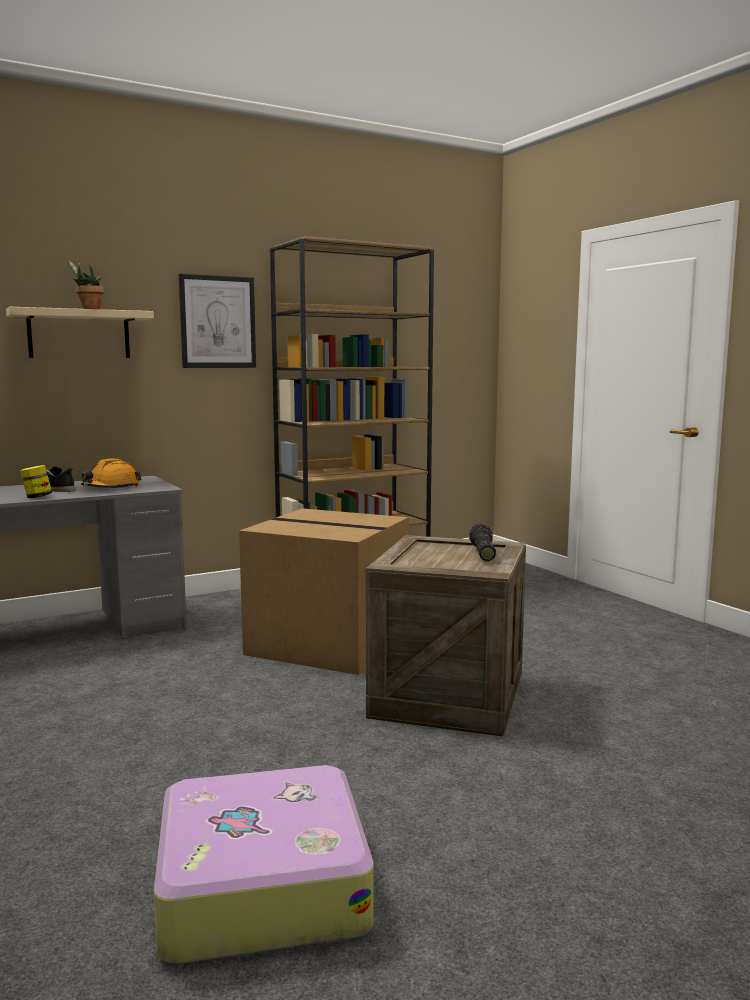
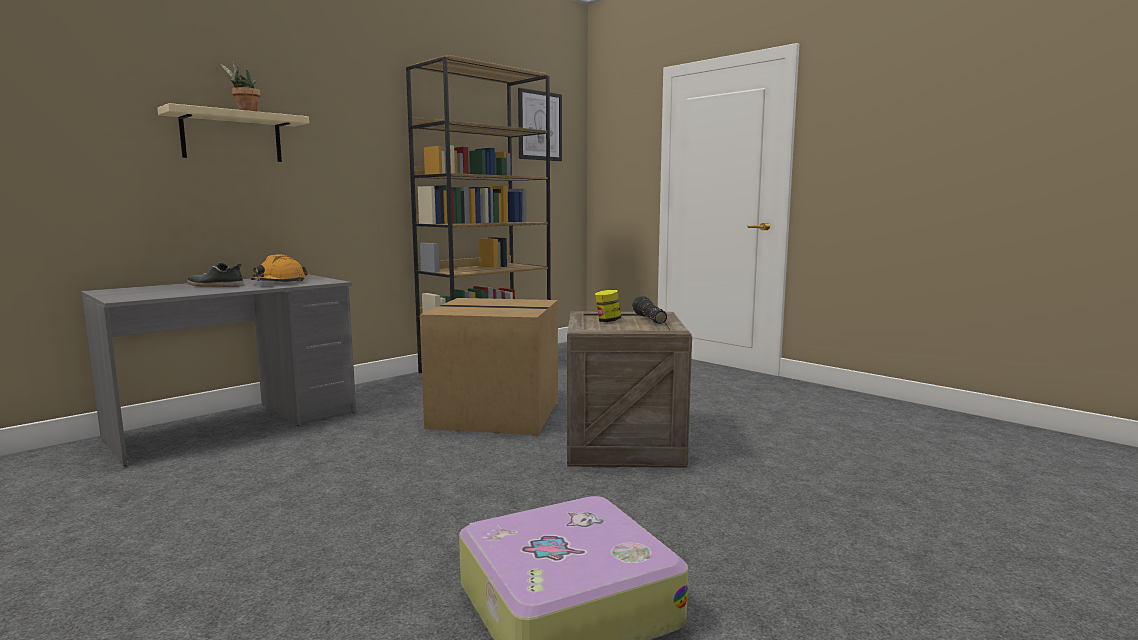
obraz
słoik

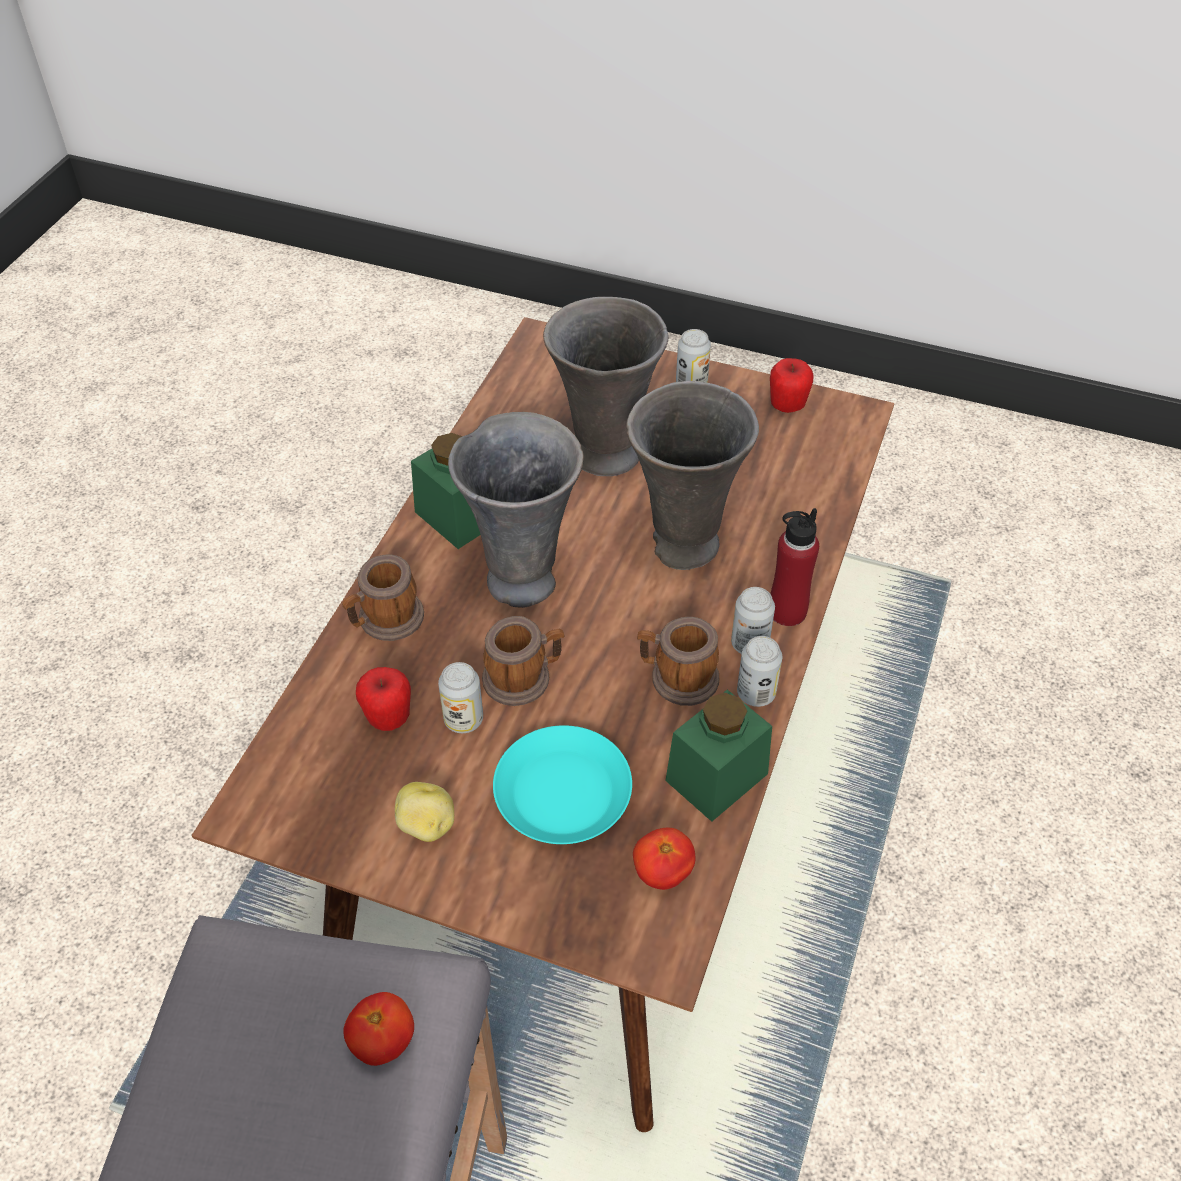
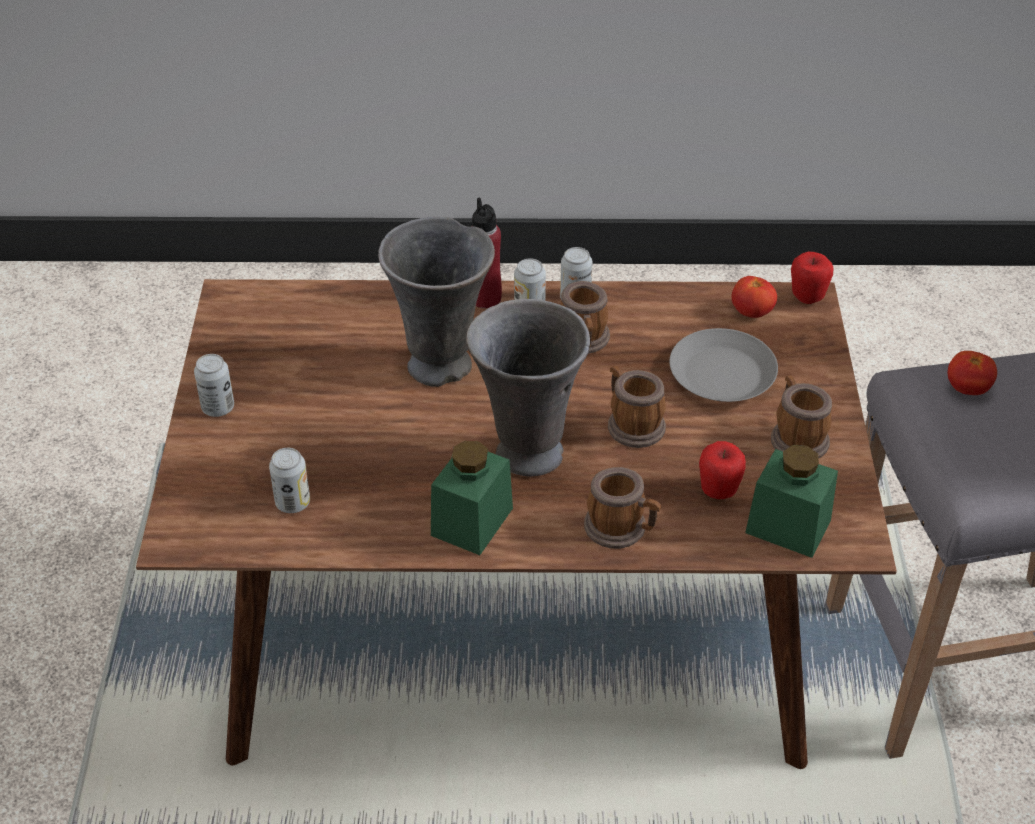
puszka (2nd from left)
talerz/szary
słoik/zielony (2nd from left)
kubek (4th from left)
jabłko (2nd from left)
wazon/szary (2nd from left in the first image)

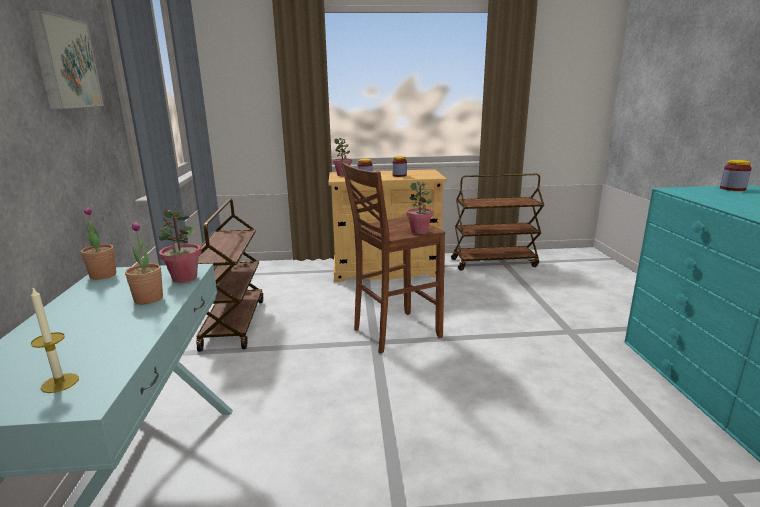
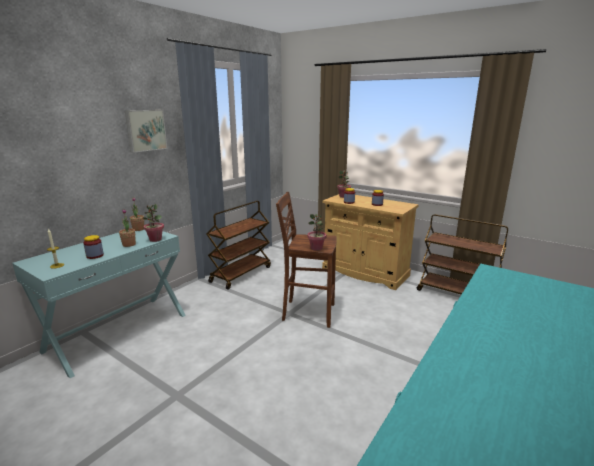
słoik (1st from left)

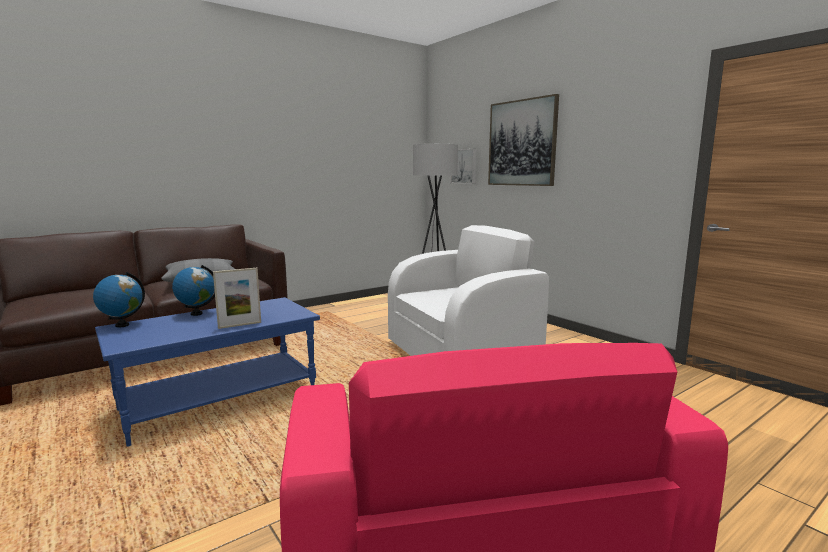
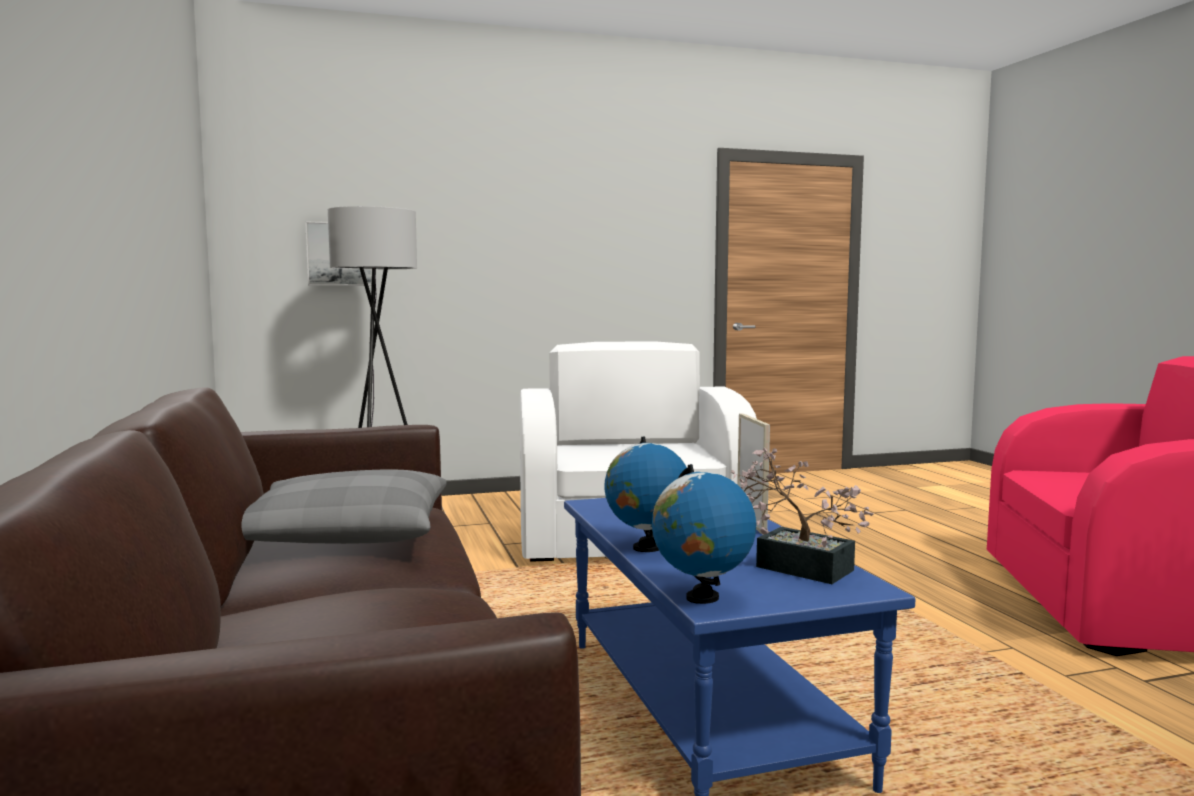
roślina doniczkowa
obraz (2nd from left in the first image)

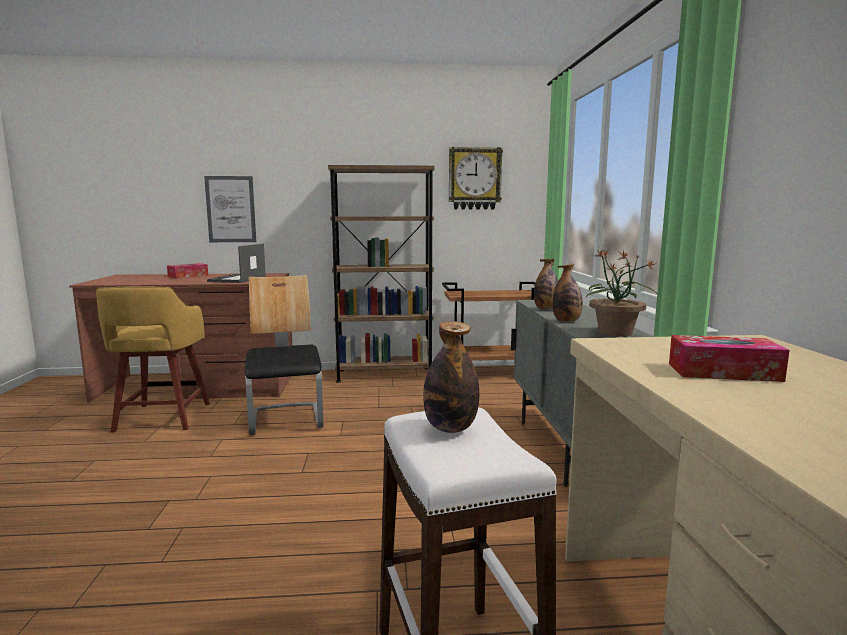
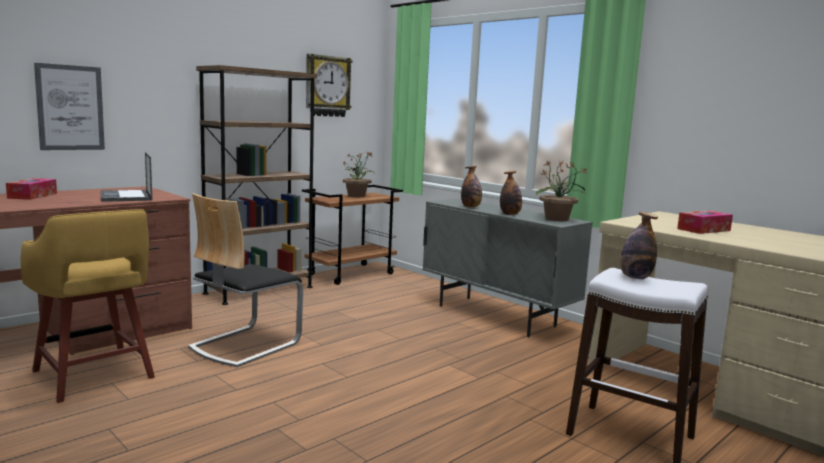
krzesło
roślina doniczkowa (1st from left)

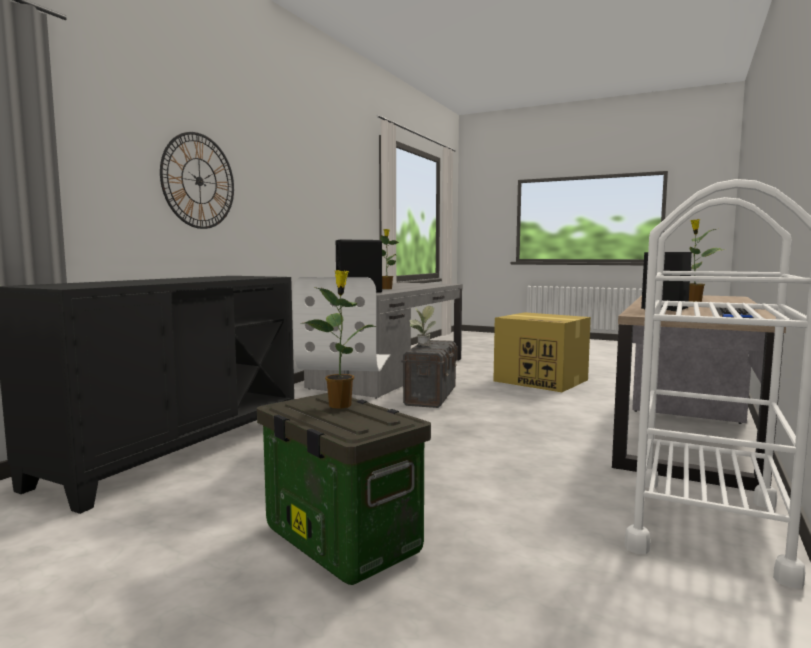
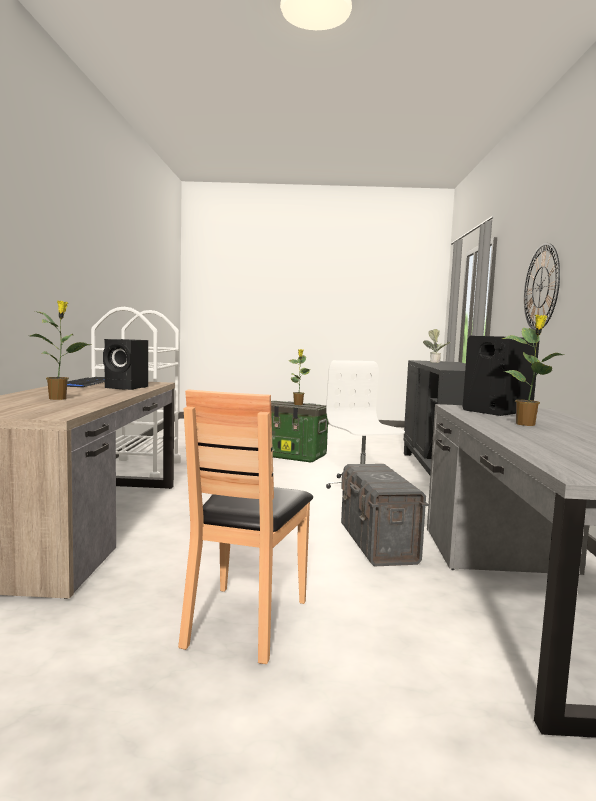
krzesło/brązowy
roślina doniczkowa (3rd from left)

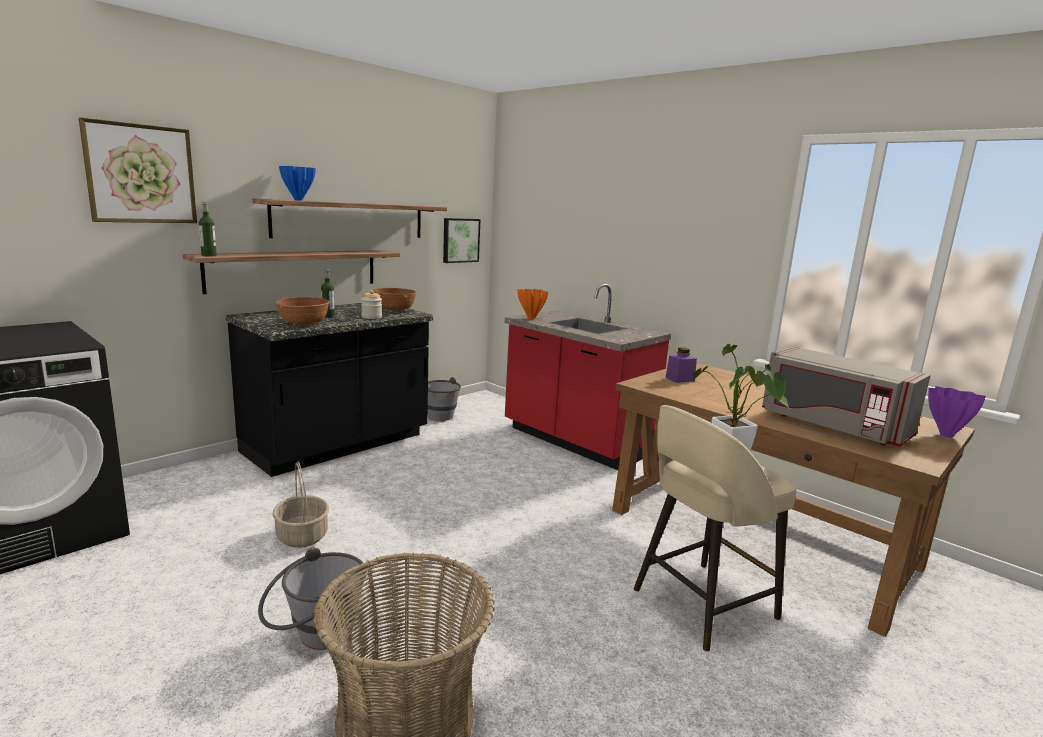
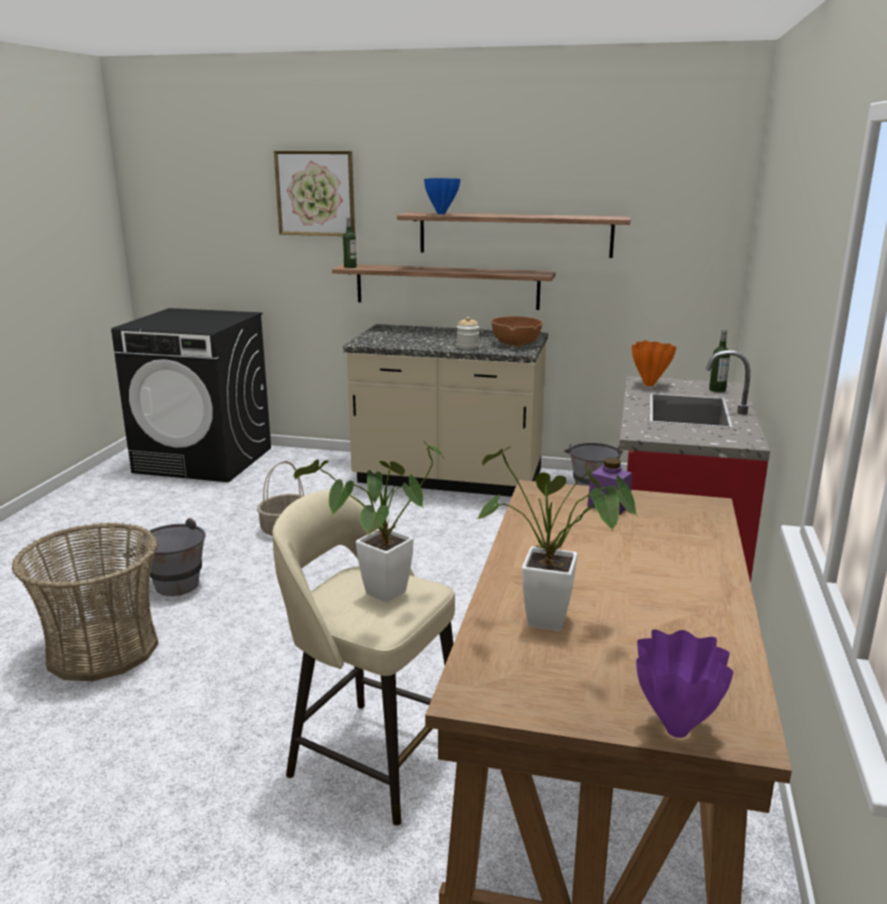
zabudowa kuchenna/beżowy
roślina doniczkowa (2nd from left)
butelka (2nd from left)
miska/brązowy (1st from left in the first image)
obraz (2nd from left in the first image)

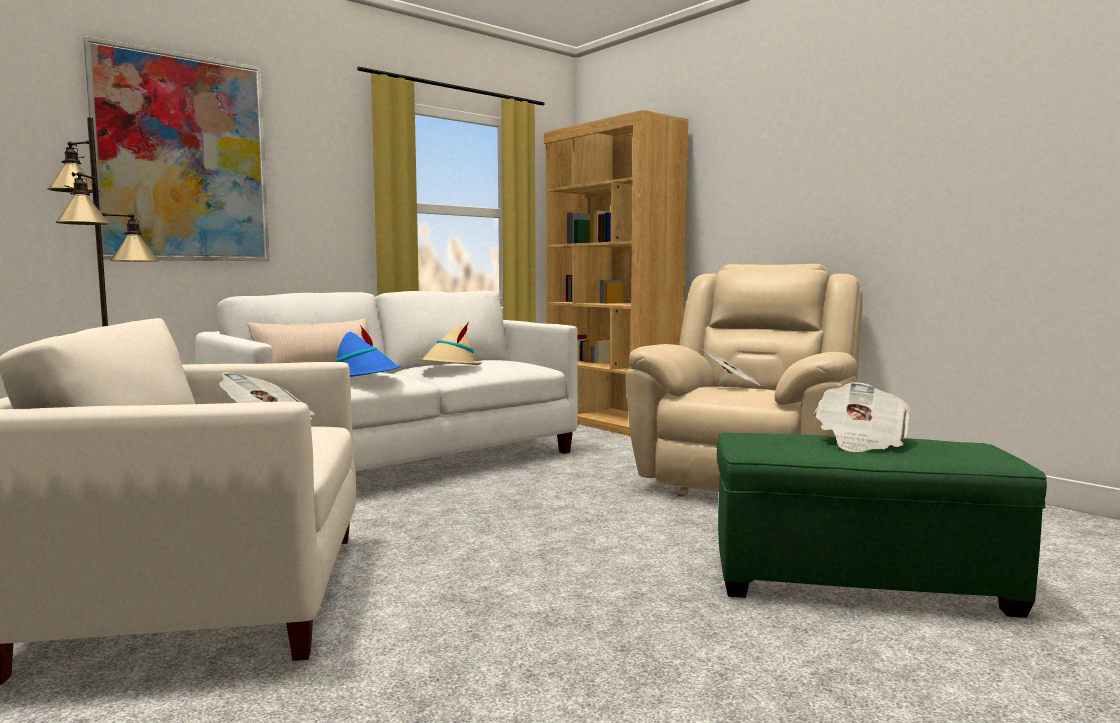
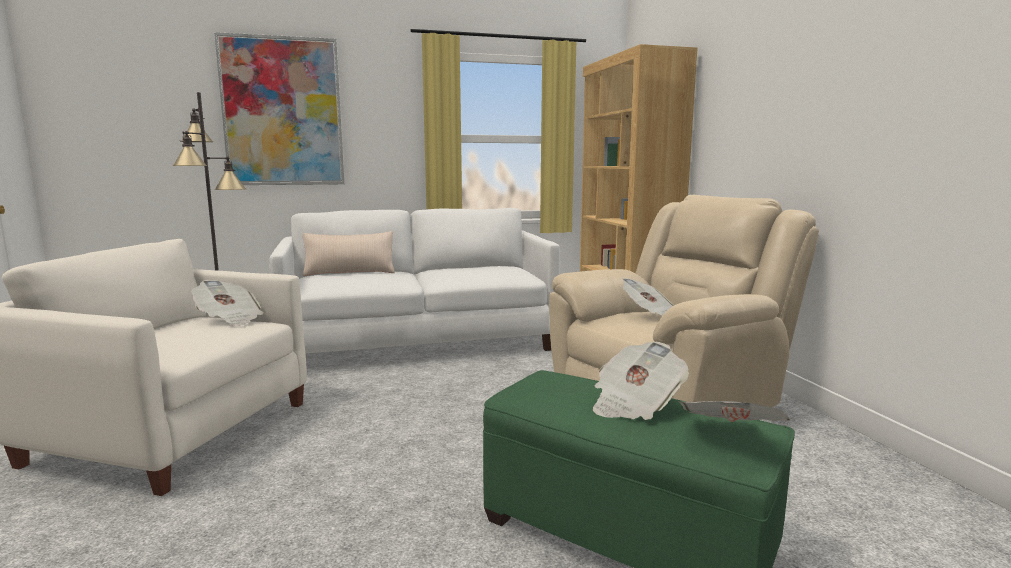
gazeta (4th from left)
kapelusz/niebieski
kapelusz/beżowy

